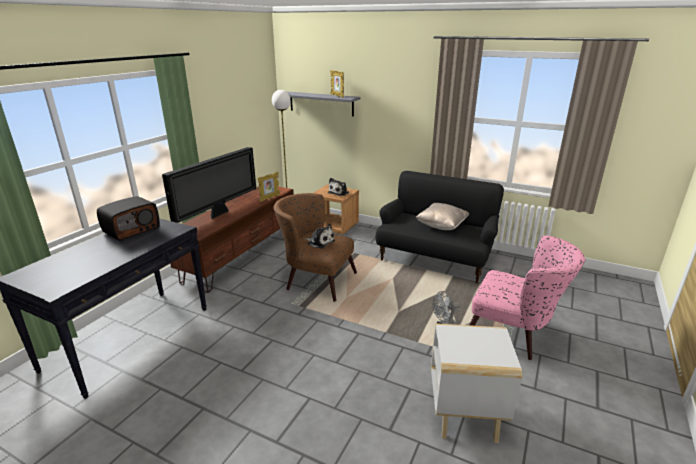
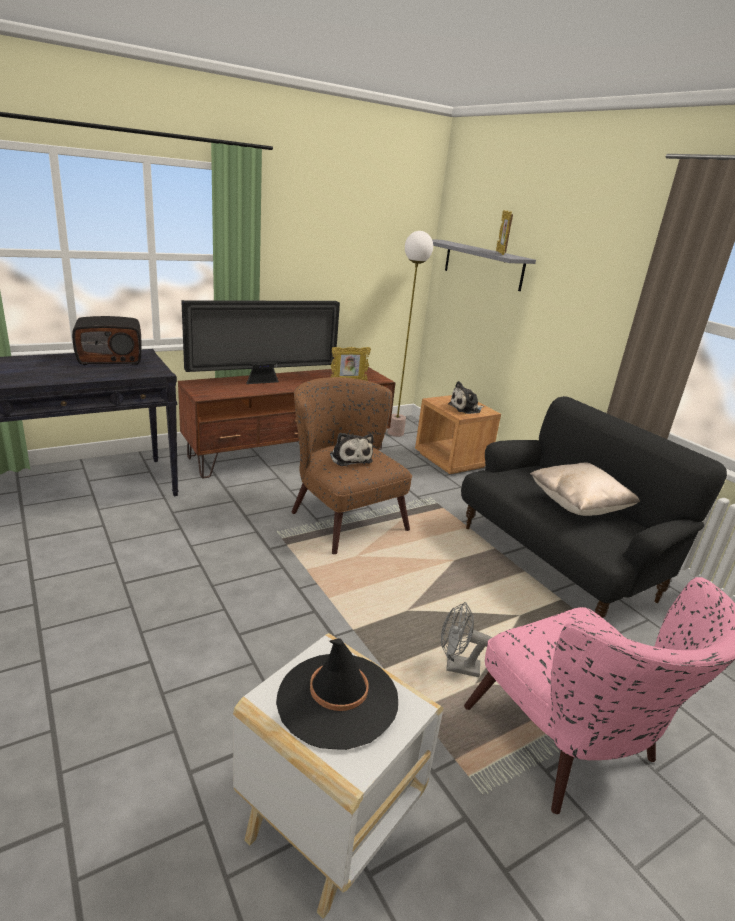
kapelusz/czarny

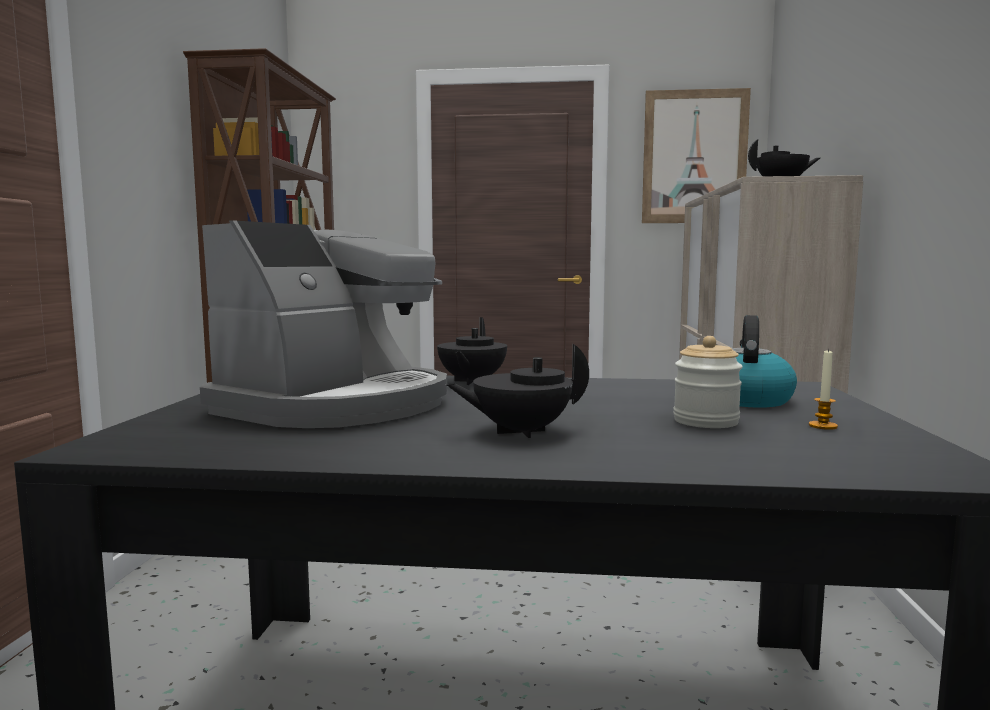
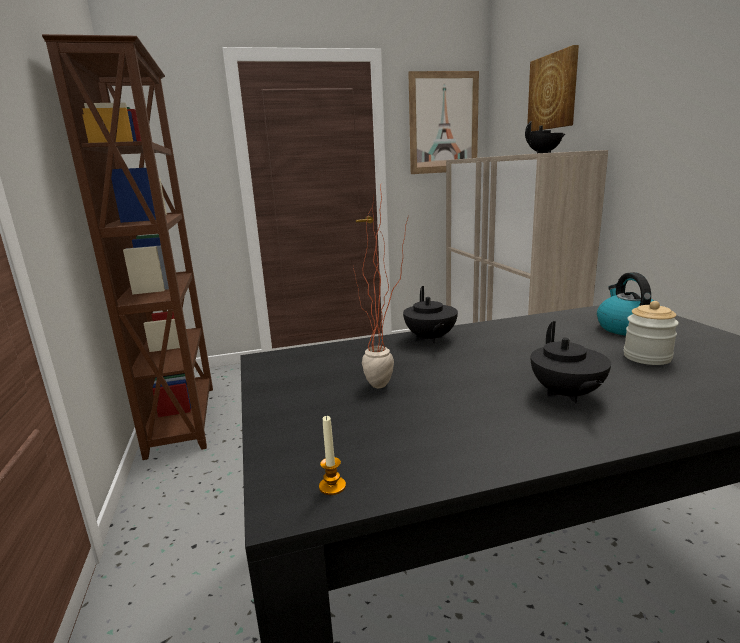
świeca
roślina doniczkowa
obraz (2nd from left)
imbryk/czarny (3rd from left)

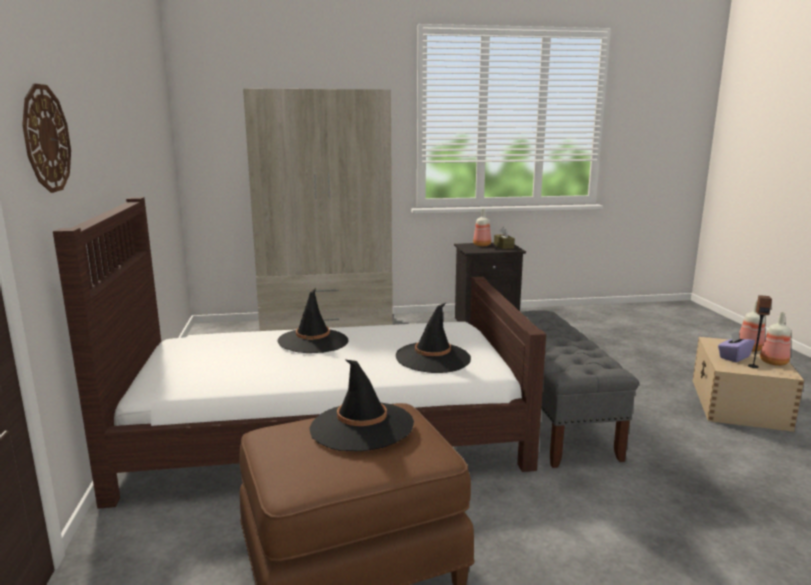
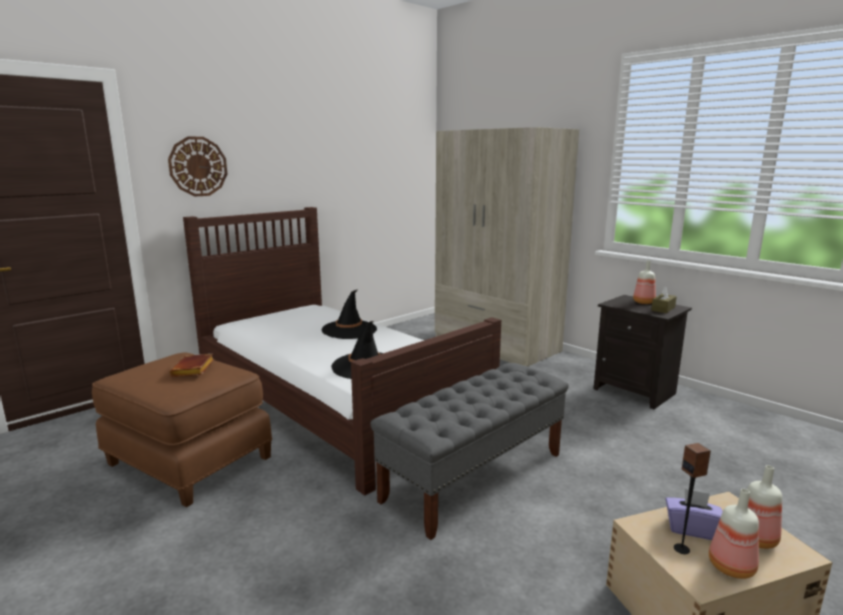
książka/brązowy

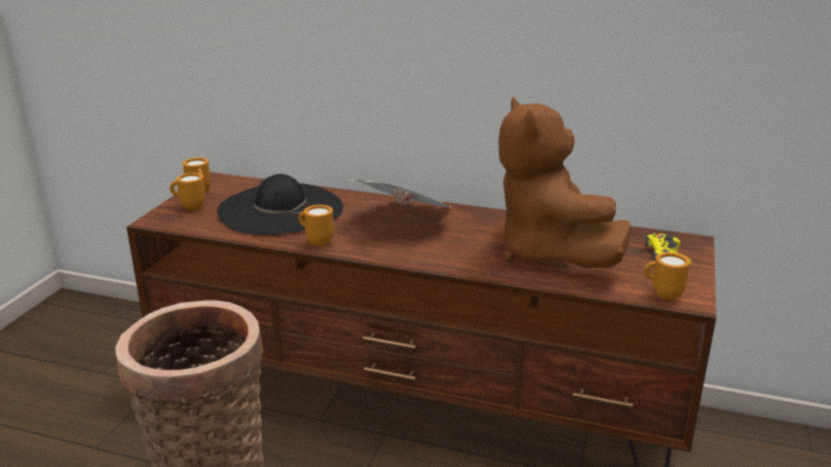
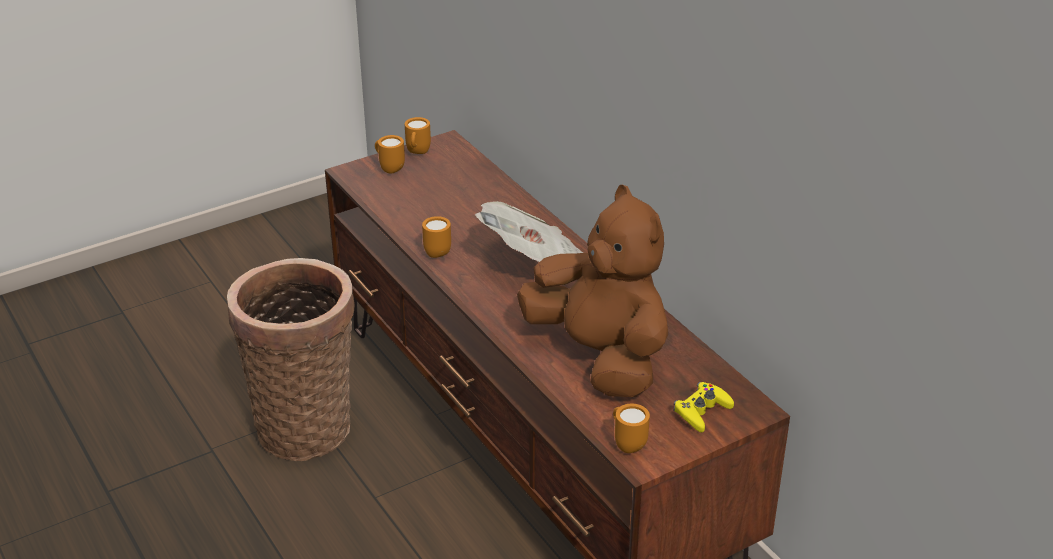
pluszak/brązowy
kapelusz/czarny

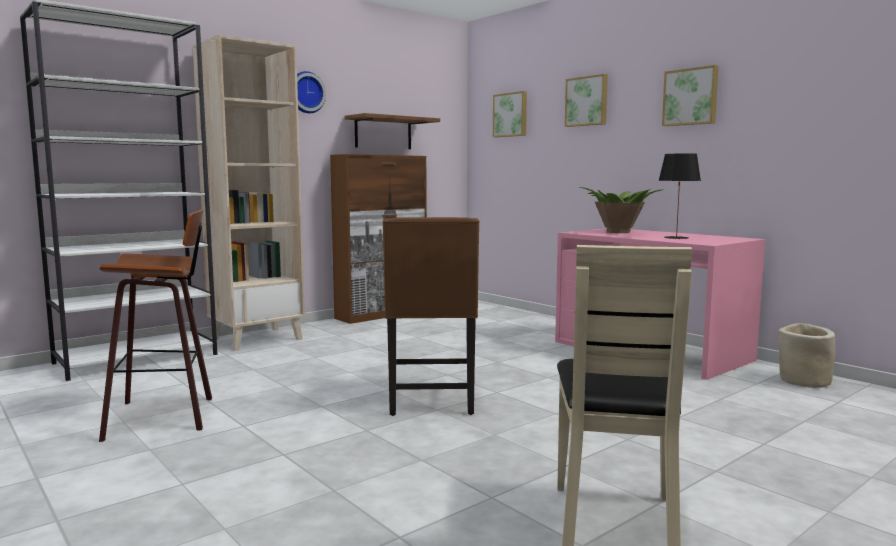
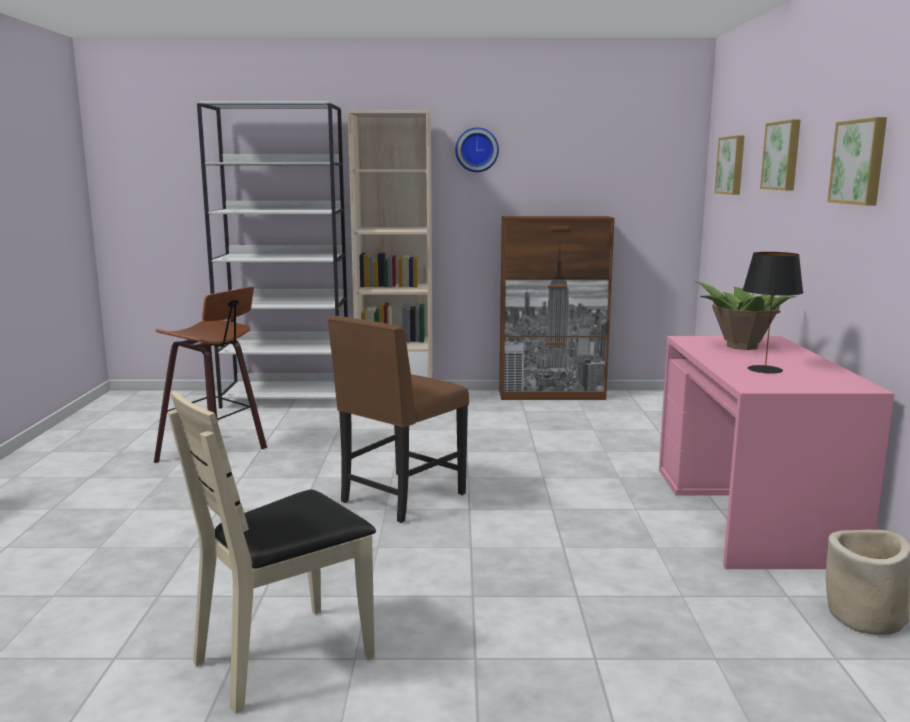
półka/brązowy

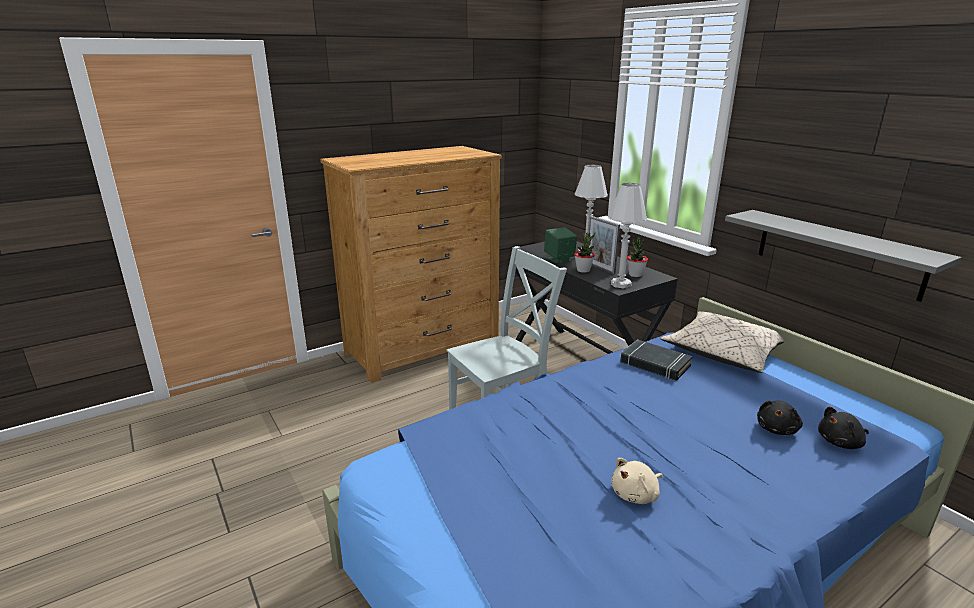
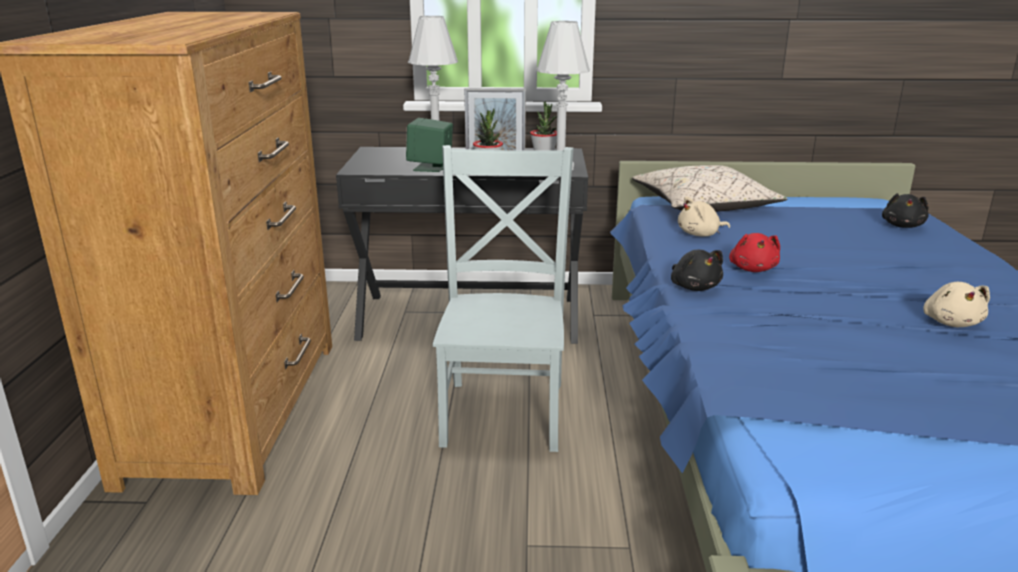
pluszak/czarny (1st from left)
pluszak/beżowy (1st from left)
pluszak/czerwony
półka/szary

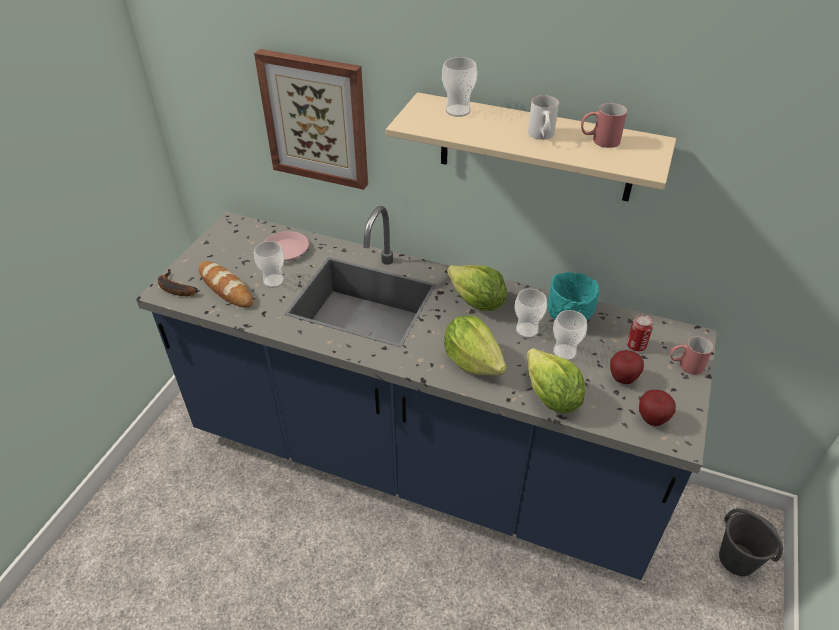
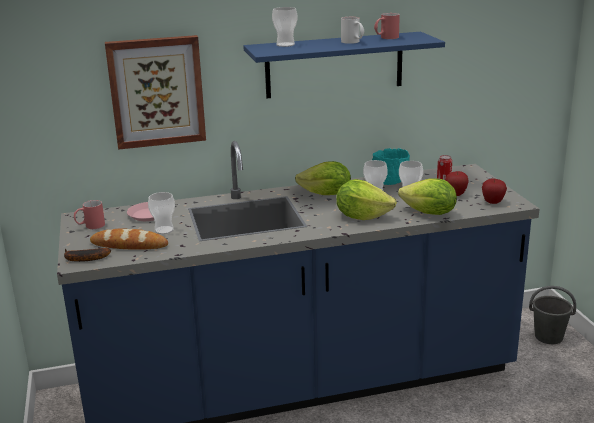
kubek/czerwony (1st from left)
półka/niebieski

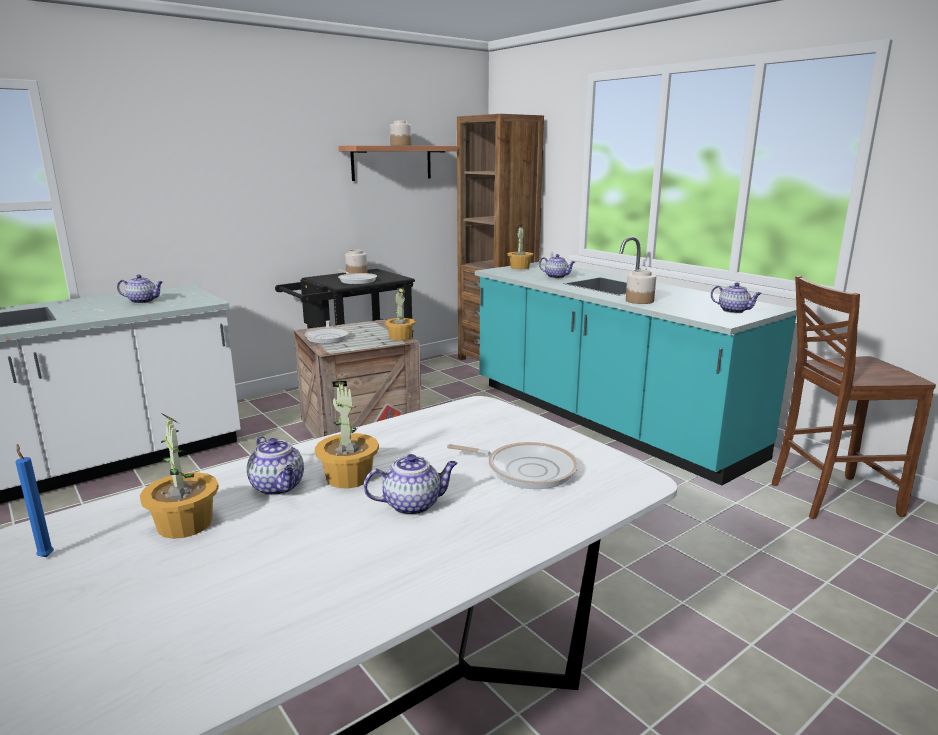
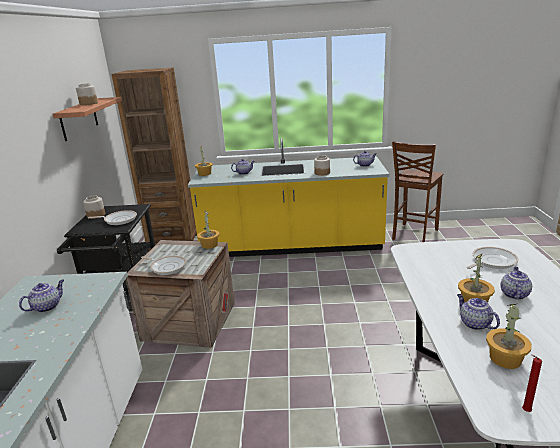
zabudowa kuchenna/żółty
imbryk (4th from left)
świeca/czerwony

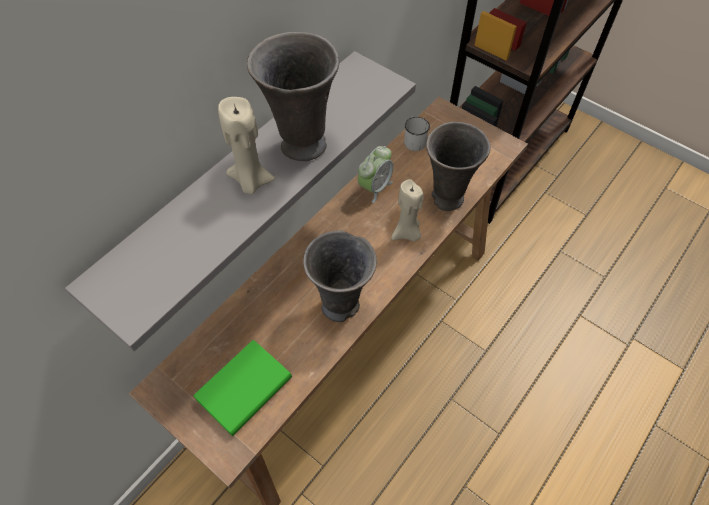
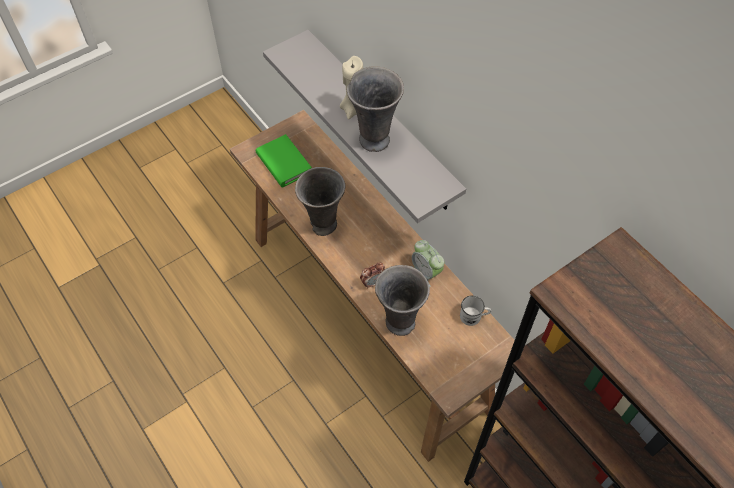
budzik (1st from left)

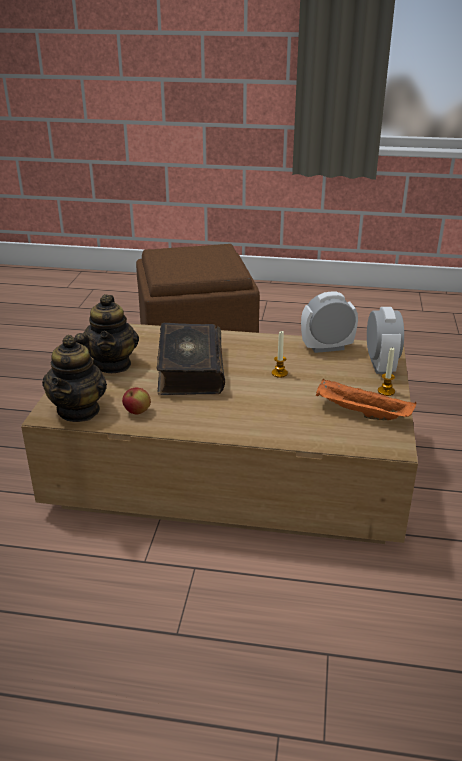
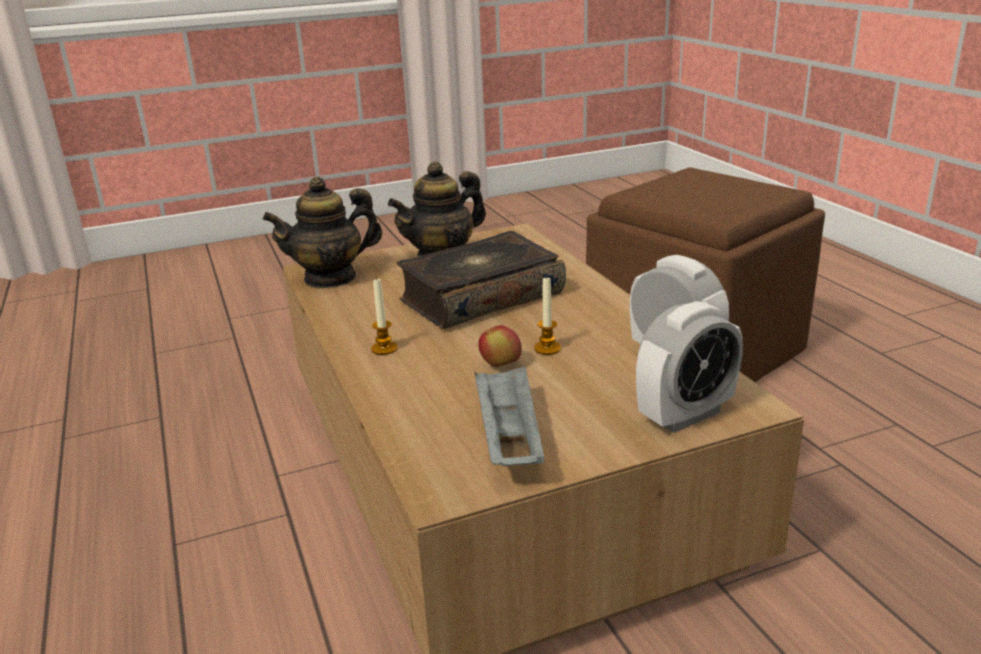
świeca (1st from left)
taca/szary
jabłko

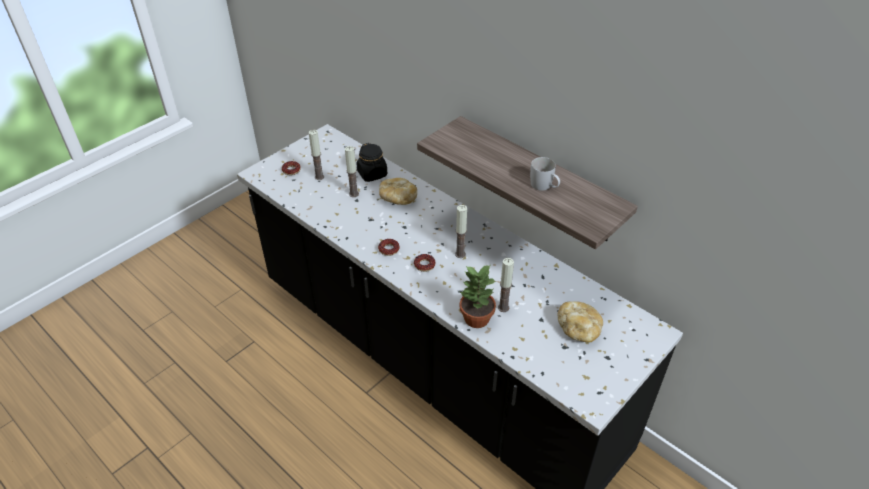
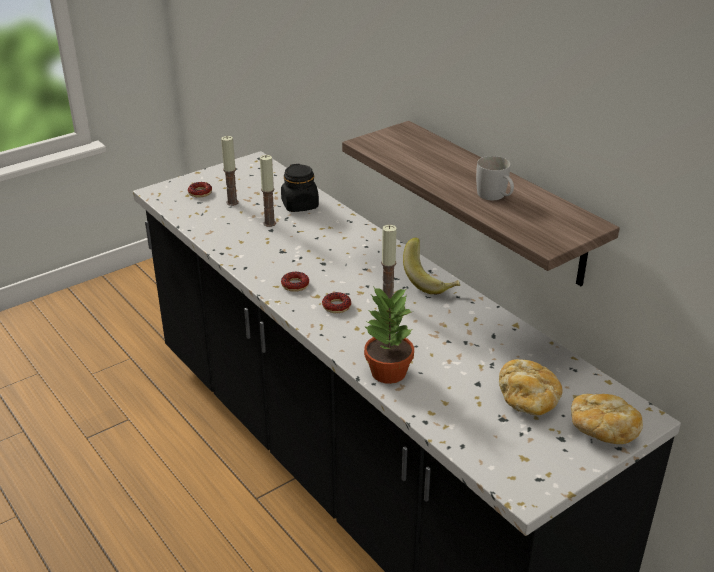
banan
chleb (2nd from left)
świeca (4th from left in the first image)

